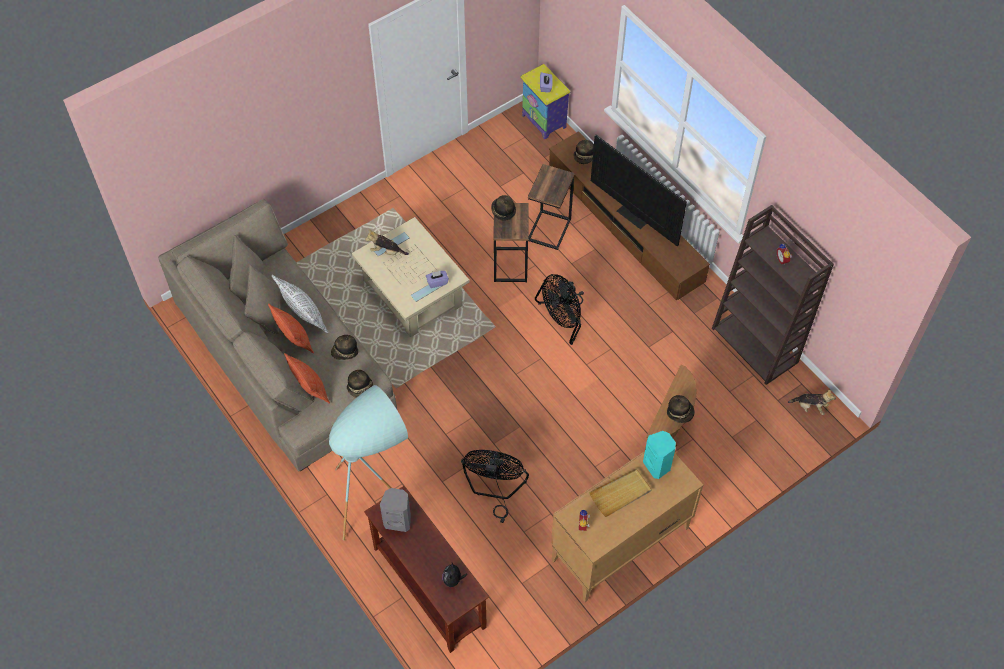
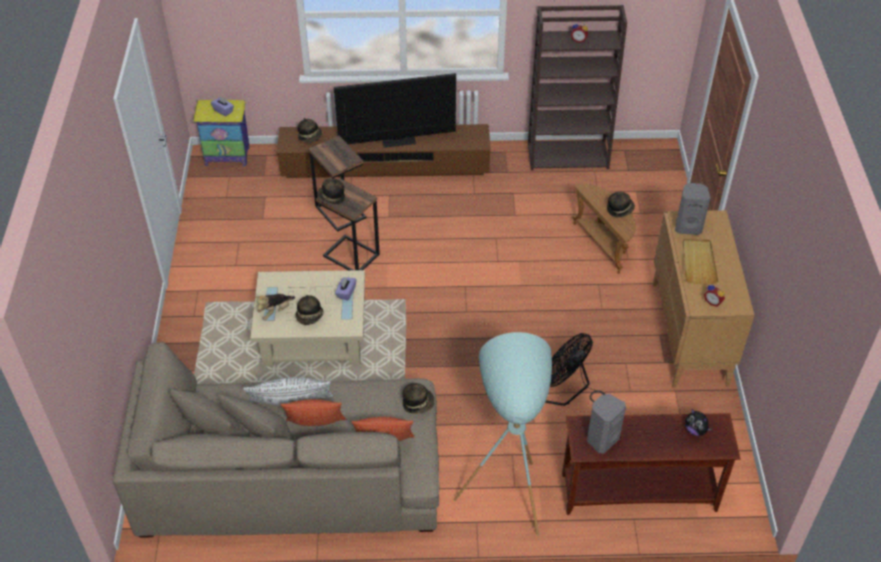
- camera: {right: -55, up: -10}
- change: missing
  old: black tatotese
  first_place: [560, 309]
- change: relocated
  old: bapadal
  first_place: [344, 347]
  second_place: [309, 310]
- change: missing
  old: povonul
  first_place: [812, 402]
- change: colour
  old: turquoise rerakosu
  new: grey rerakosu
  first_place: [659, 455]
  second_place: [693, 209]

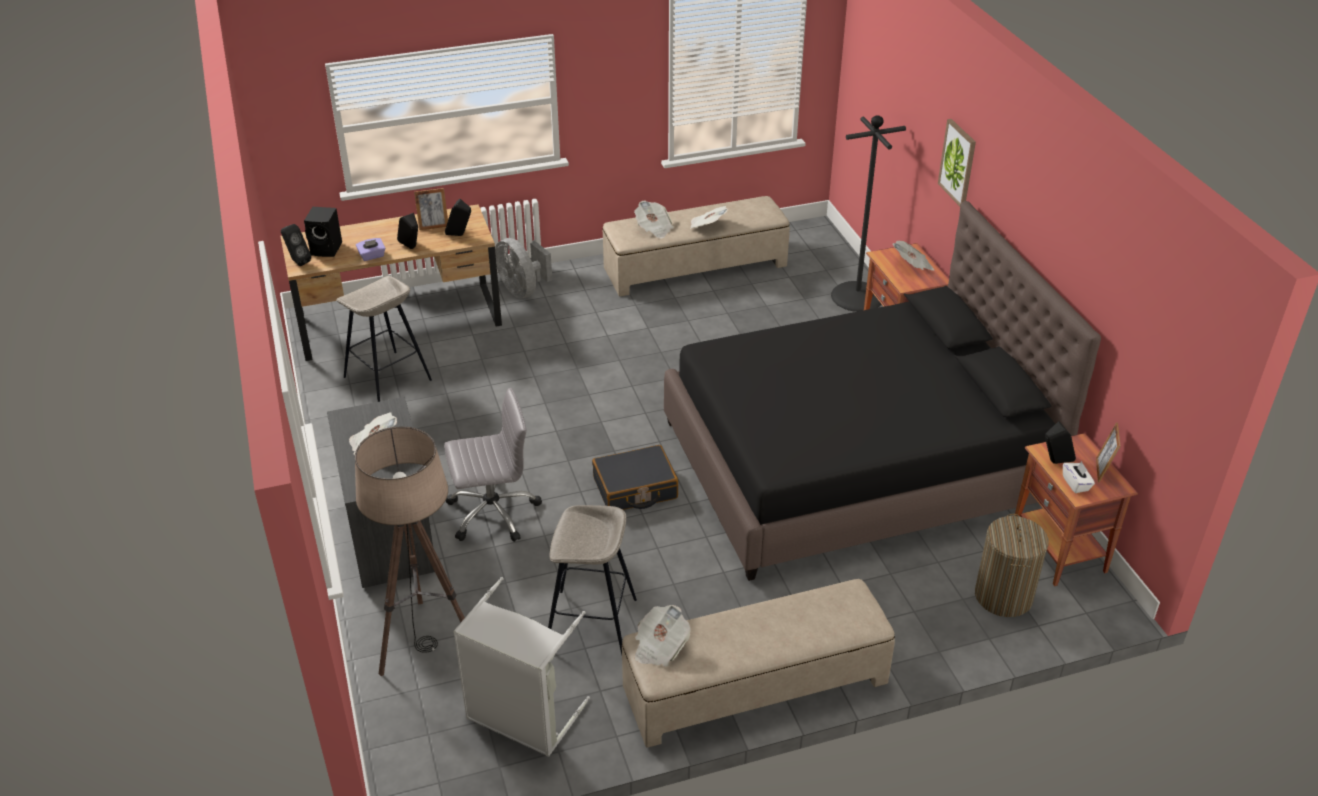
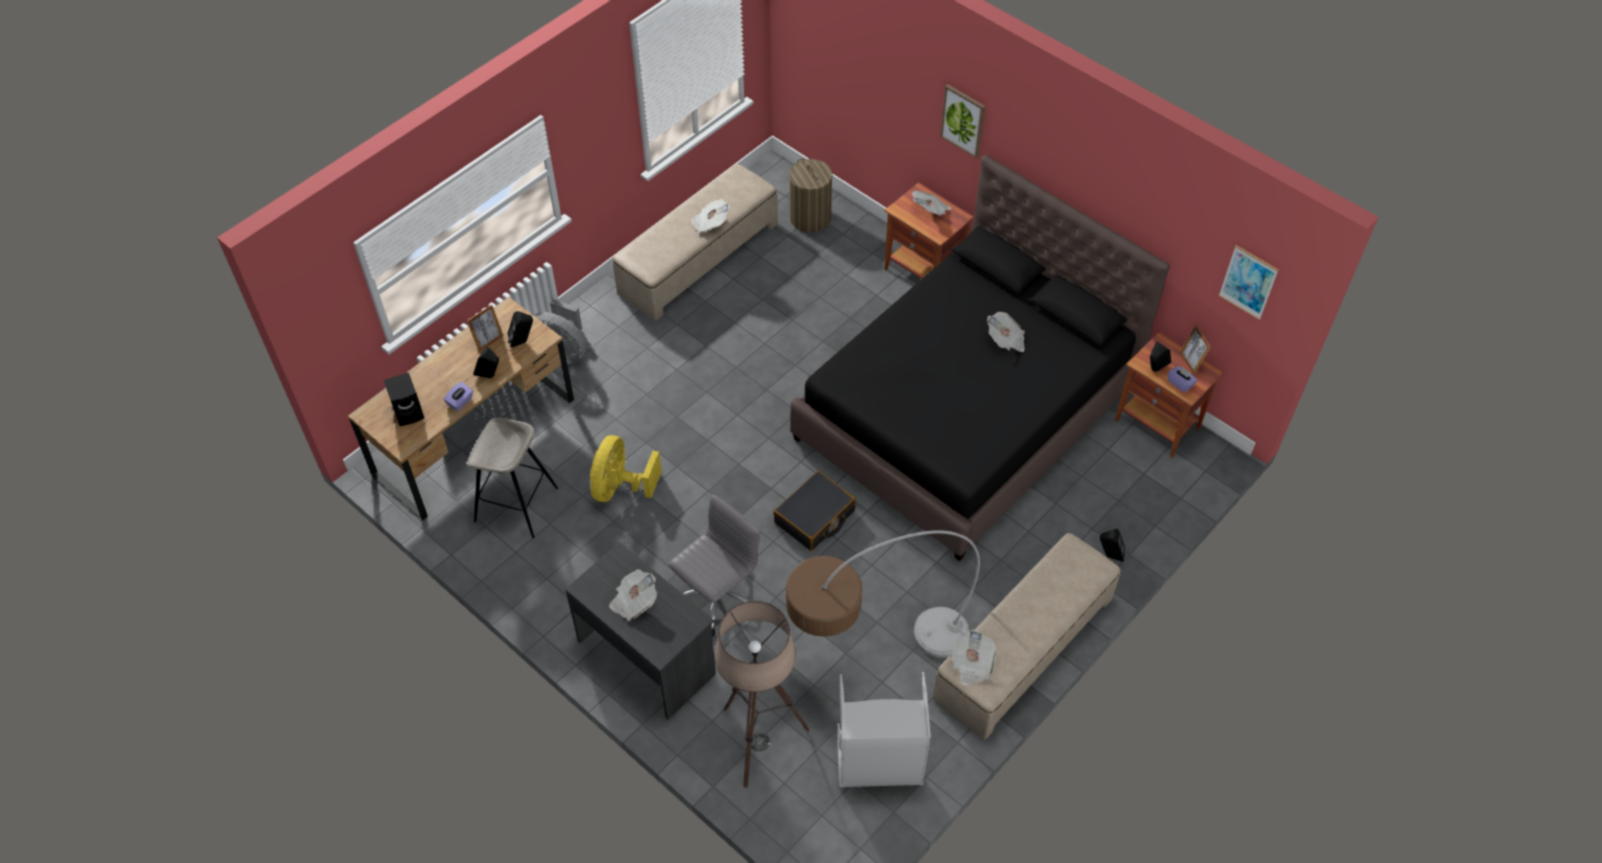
- camera: {right: -30, up: 15}
- change: missing
  old: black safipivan
  first_place: [868, 214]
- change: relocated
  old: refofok
  first_place: [654, 220]
  second_place: [1006, 332]
- change: relocated
  old: black rerakosu
  first_place: [296, 245]
  second_place: [1113, 545]
- change: colour
  old: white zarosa
  new: purple zarosa
  first_place: [1079, 477]
  second_place: [1182, 379]
- change: exchanged
  old: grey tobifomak
  new: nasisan
  first_place: [592, 580]
  second_place: [883, 594]
- change: relocated
  old: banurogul
  first_place: [1012, 565]
  second_place: [810, 195]
- change: appeared
  new: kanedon
  second_place: [1249, 282]
- change: appeared
  new: yellow tatotese
  second_place: [626, 468]

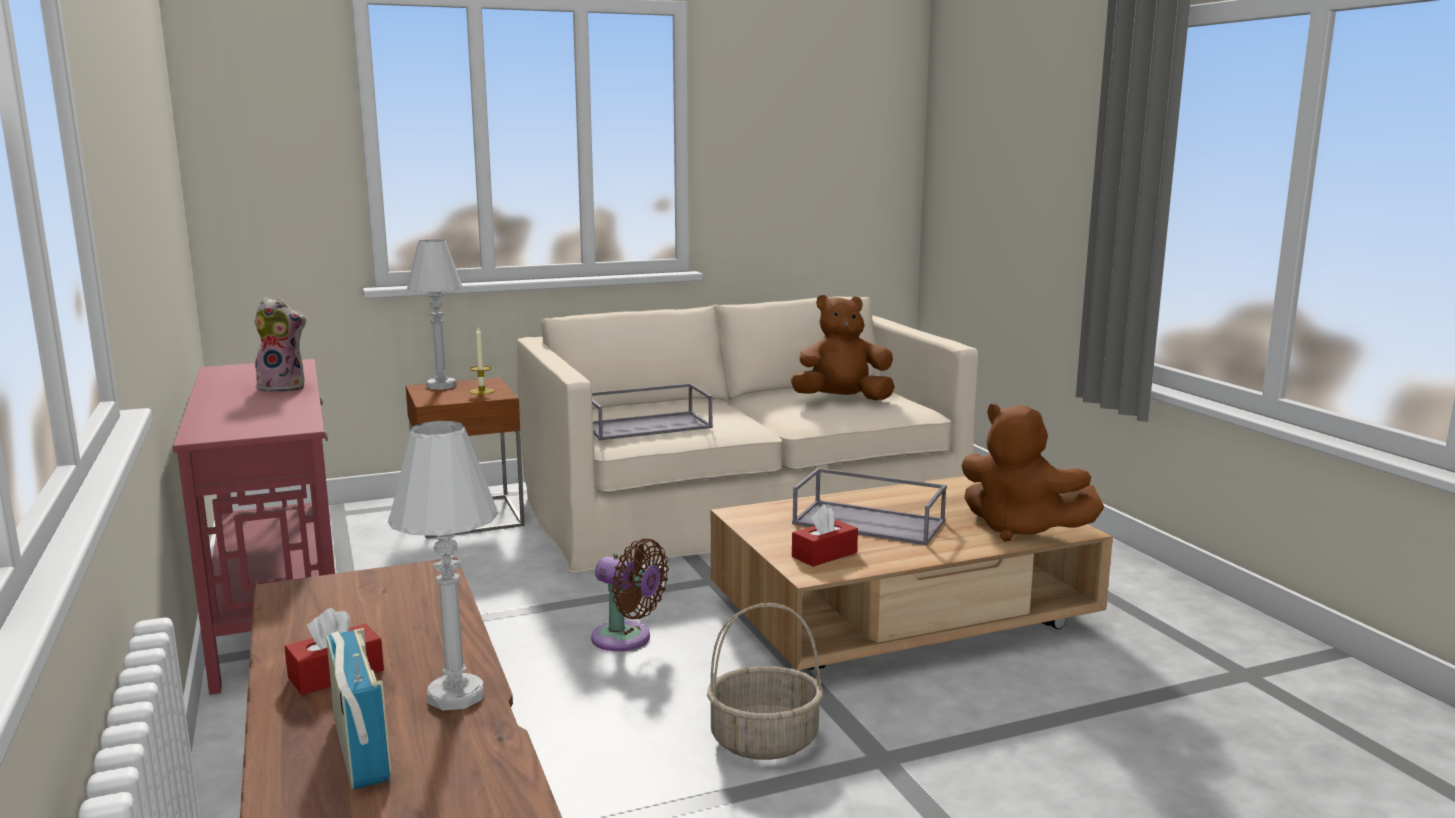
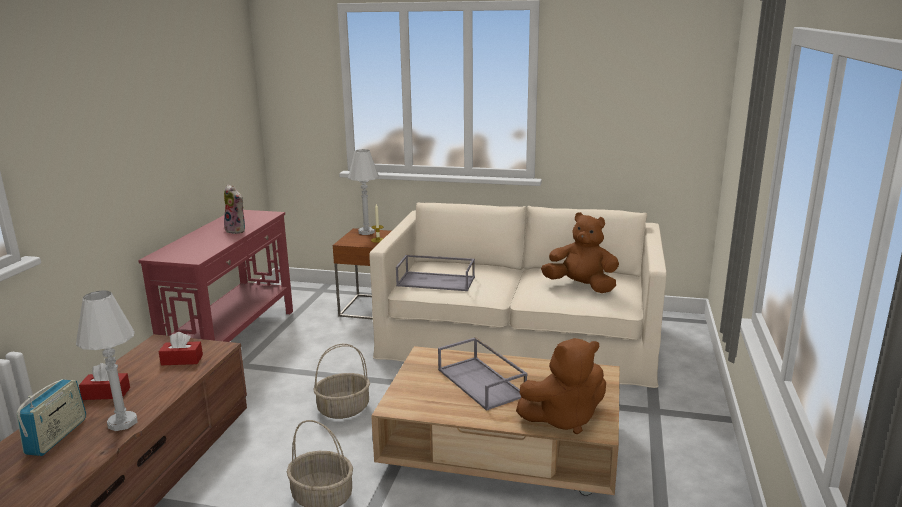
- camera: {right: 35, up: 5}
- change: spun
  old: brown povonul
  first_place: [1032, 473]
  second_place: [561, 386]
  degrees: -90
- change: relocated
  old: red zarosa
  first_place: [825, 536]
  second_place: [180, 348]
- change: exchanged
  old: brown tatotese
  new: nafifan
  first_place: [630, 594]
  second_place: [342, 381]

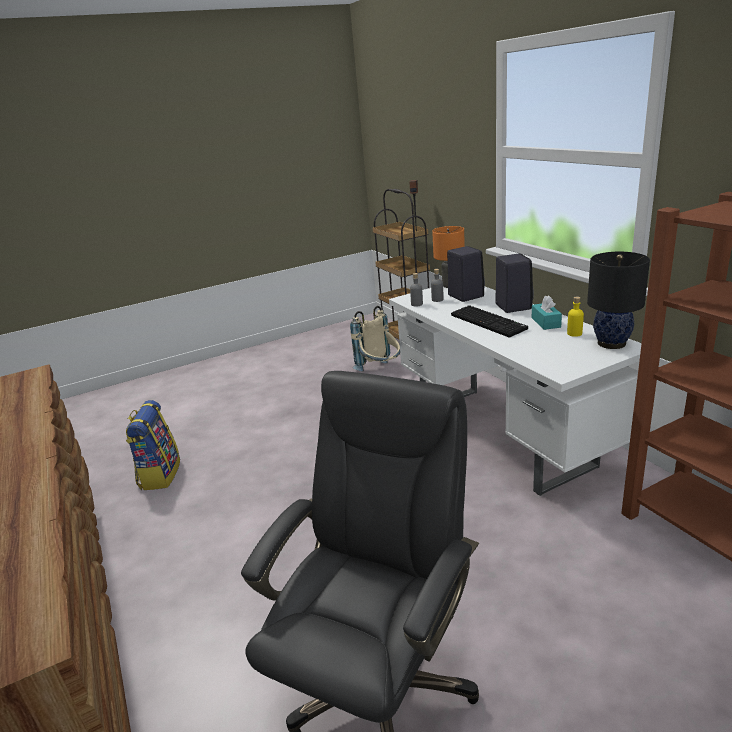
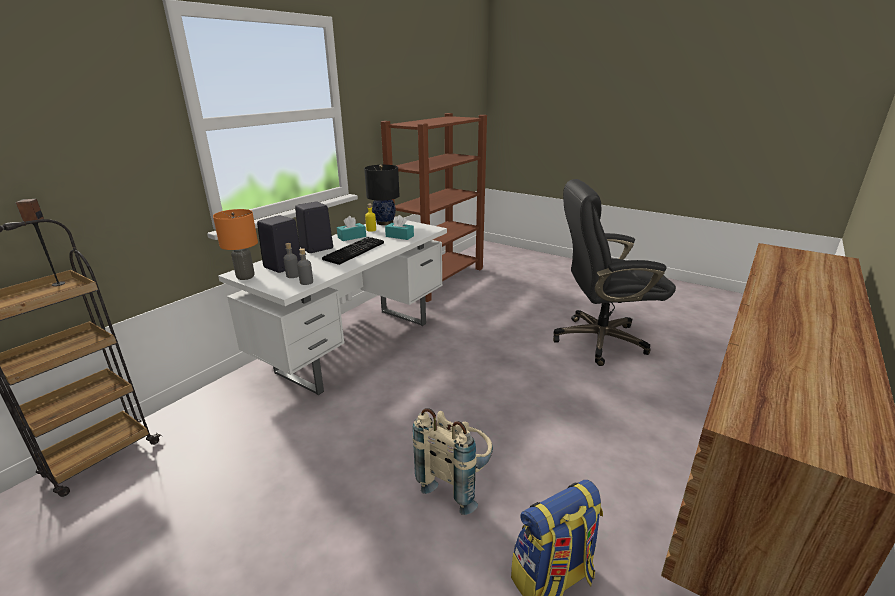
- camera: {right: -120, up: 0}
- change: relocated
  old: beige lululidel
  first_place: [375, 338]
  second_place: [453, 461]
- change: appeared
  new: turquoise zarosa
  second_place: [399, 227]

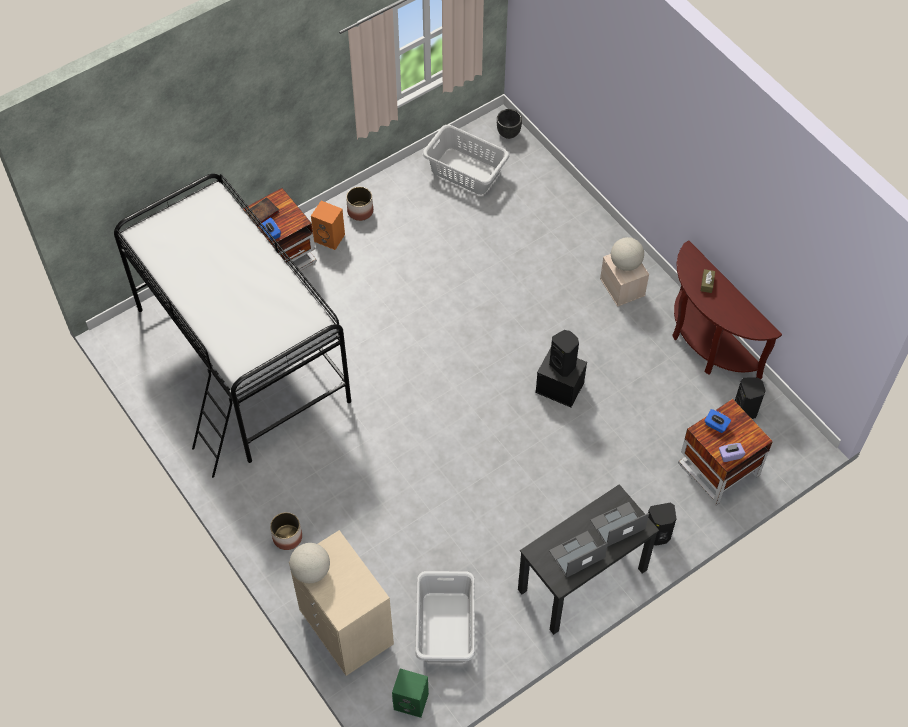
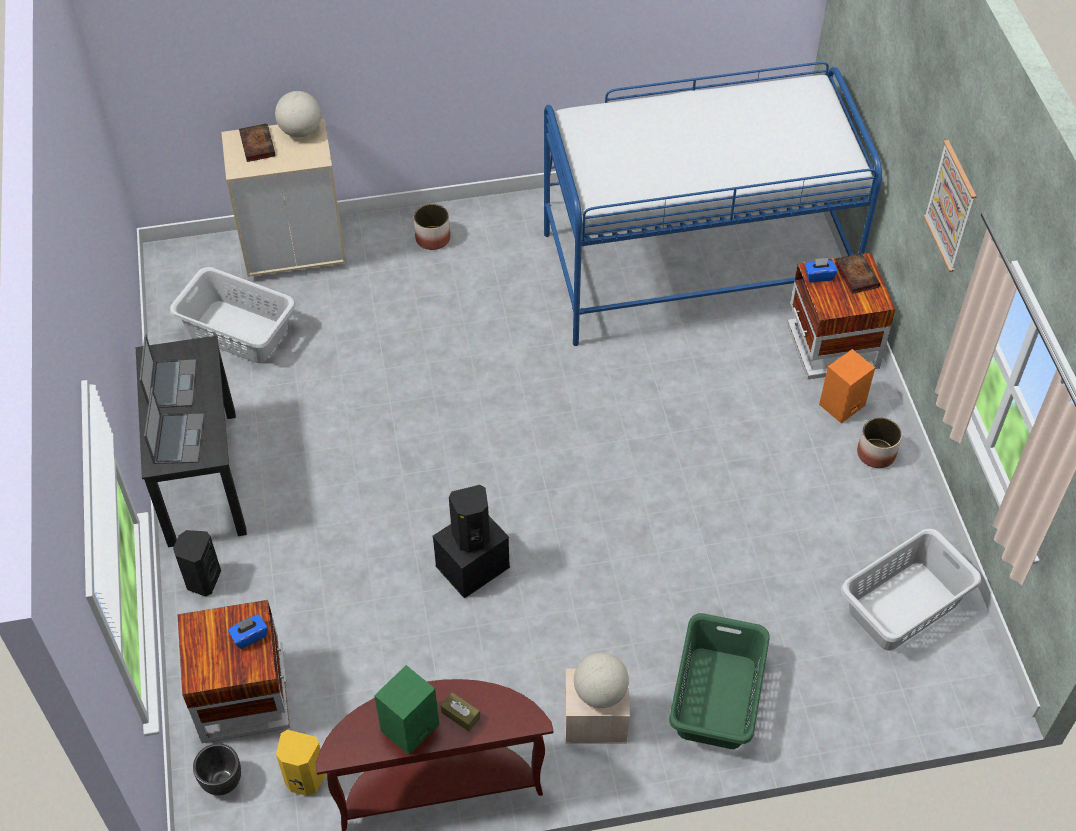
- camera: {right: 115, up: -5}
- change: relocated
  old: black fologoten
  first_place: [509, 124]
  second_place: [217, 769]
- change: colour
  old: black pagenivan
  new: blue pagenivan
  first_place: [232, 326]
  second_place: [713, 204]
- change: colour
  old: black rerakosu
  new: yellow rerakosu
  first_place: [750, 398]
  second_place: [301, 763]
- change: missing
  old: purple zarosa
  first_place: [732, 452]
- change: relocated
  old: green rerakosu
  first_place: [410, 693]
  second_place: [406, 710]
- change: appeared
  new: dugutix
  second_place: [257, 142]
- change: appeared
  new: kanedon
  second_place: [950, 206]
- change: appeared
  new: green banurogul
  second_place: [719, 681]

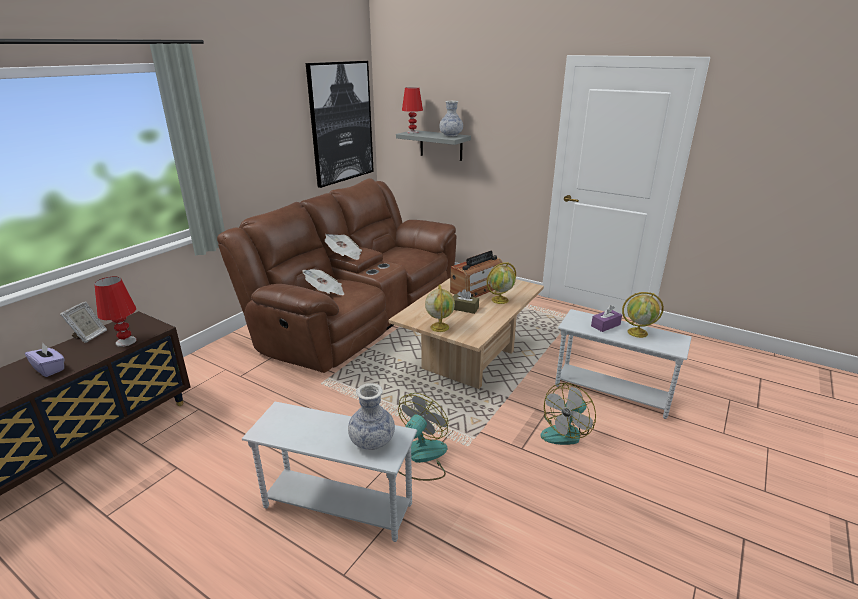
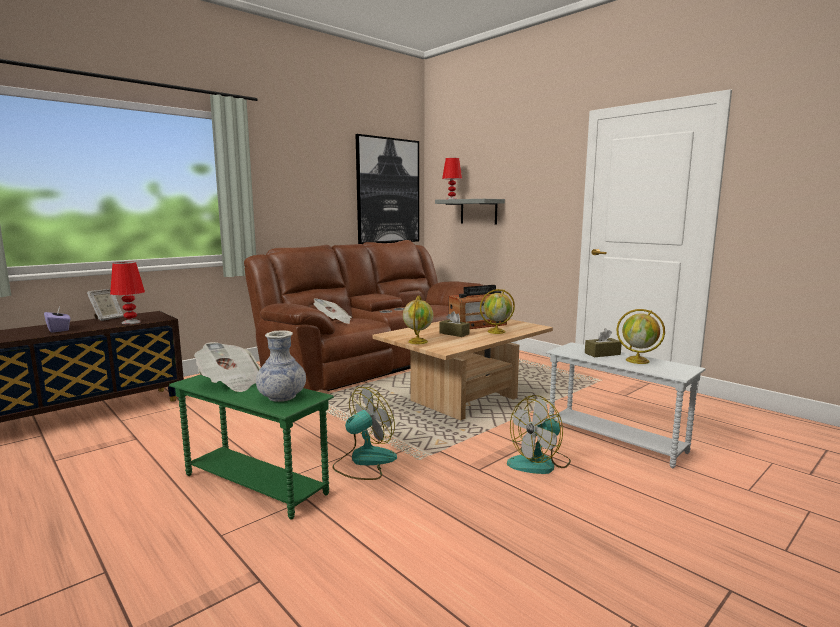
- camera: {right: 15, up: -15}
- change: missing
  old: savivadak
  first_place: [451, 119]
- change: relocated
  old: refofok
  first_place: [343, 247]
  second_place: [227, 367]
- change: colour
  old: purple zarosa
  new: brown zarosa
  first_place: [606, 318]
  second_place: [603, 342]
- change: colour
  old: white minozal
  new: green minozal
  first_place: [329, 472]
  second_place: [251, 447]

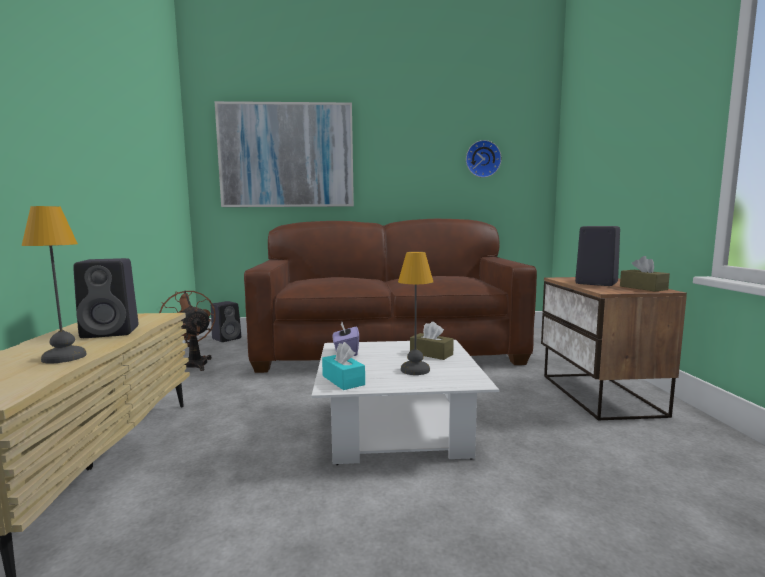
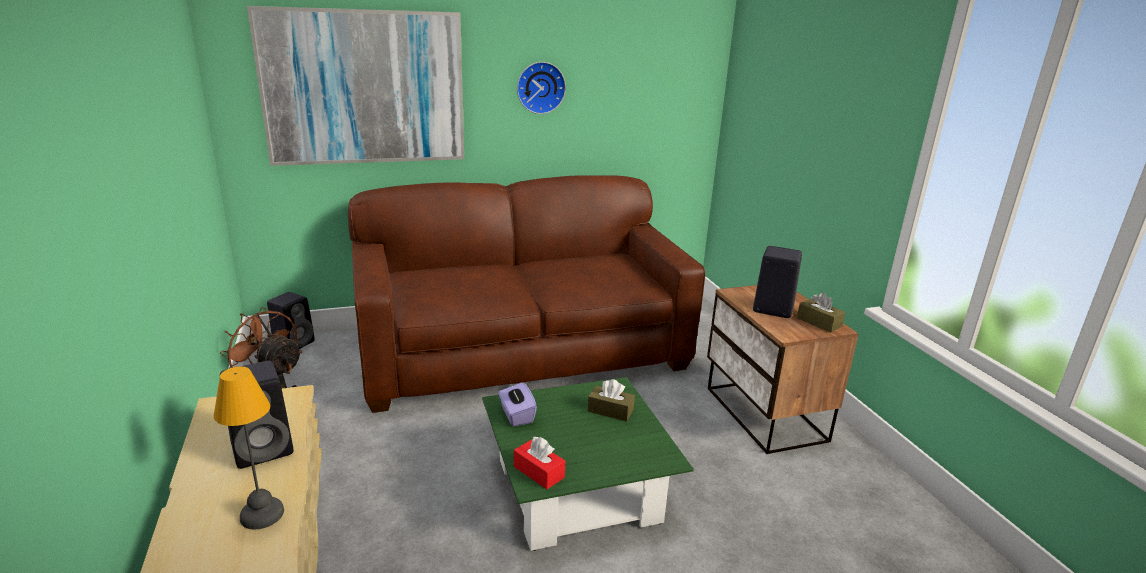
- camera: {right: -15, up: 15}
- change: relocated
  old: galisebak
  first_place: [484, 159]
  second_place: [541, 88]
- change: missing
  old: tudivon
  first_place: [415, 313]
- change: colour
  old: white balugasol
  new: green balugasol
  first_place: [405, 402]
  second_place: [588, 464]
- change: colour
  old: turquoise zarosa
  new: red zarosa
  first_place: [343, 366]
  second_place: [539, 463]

